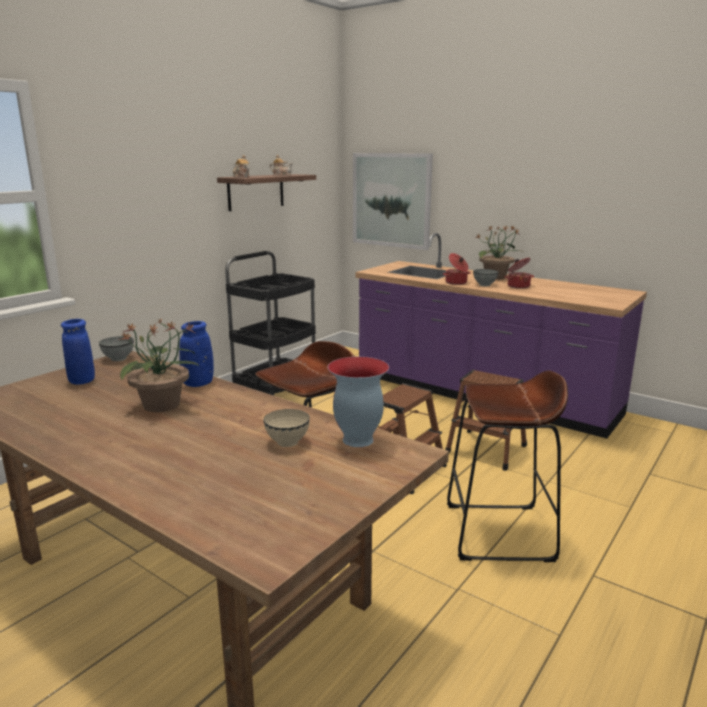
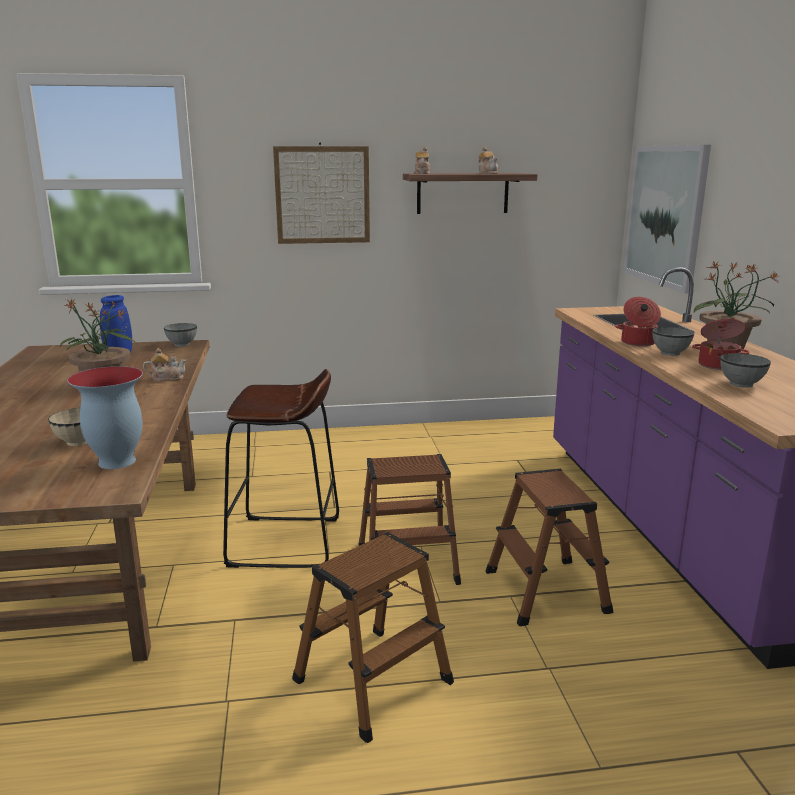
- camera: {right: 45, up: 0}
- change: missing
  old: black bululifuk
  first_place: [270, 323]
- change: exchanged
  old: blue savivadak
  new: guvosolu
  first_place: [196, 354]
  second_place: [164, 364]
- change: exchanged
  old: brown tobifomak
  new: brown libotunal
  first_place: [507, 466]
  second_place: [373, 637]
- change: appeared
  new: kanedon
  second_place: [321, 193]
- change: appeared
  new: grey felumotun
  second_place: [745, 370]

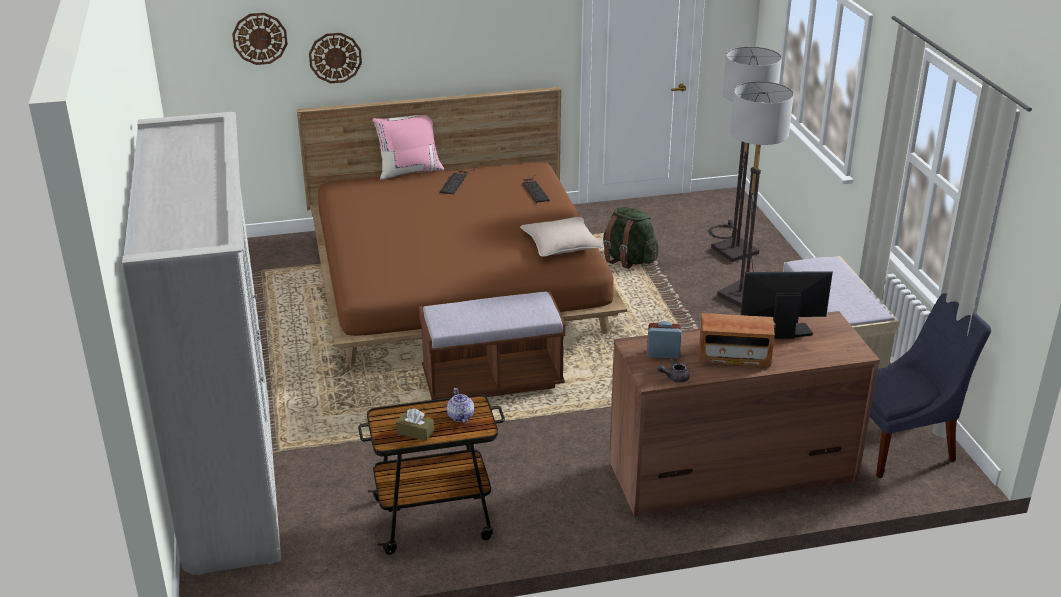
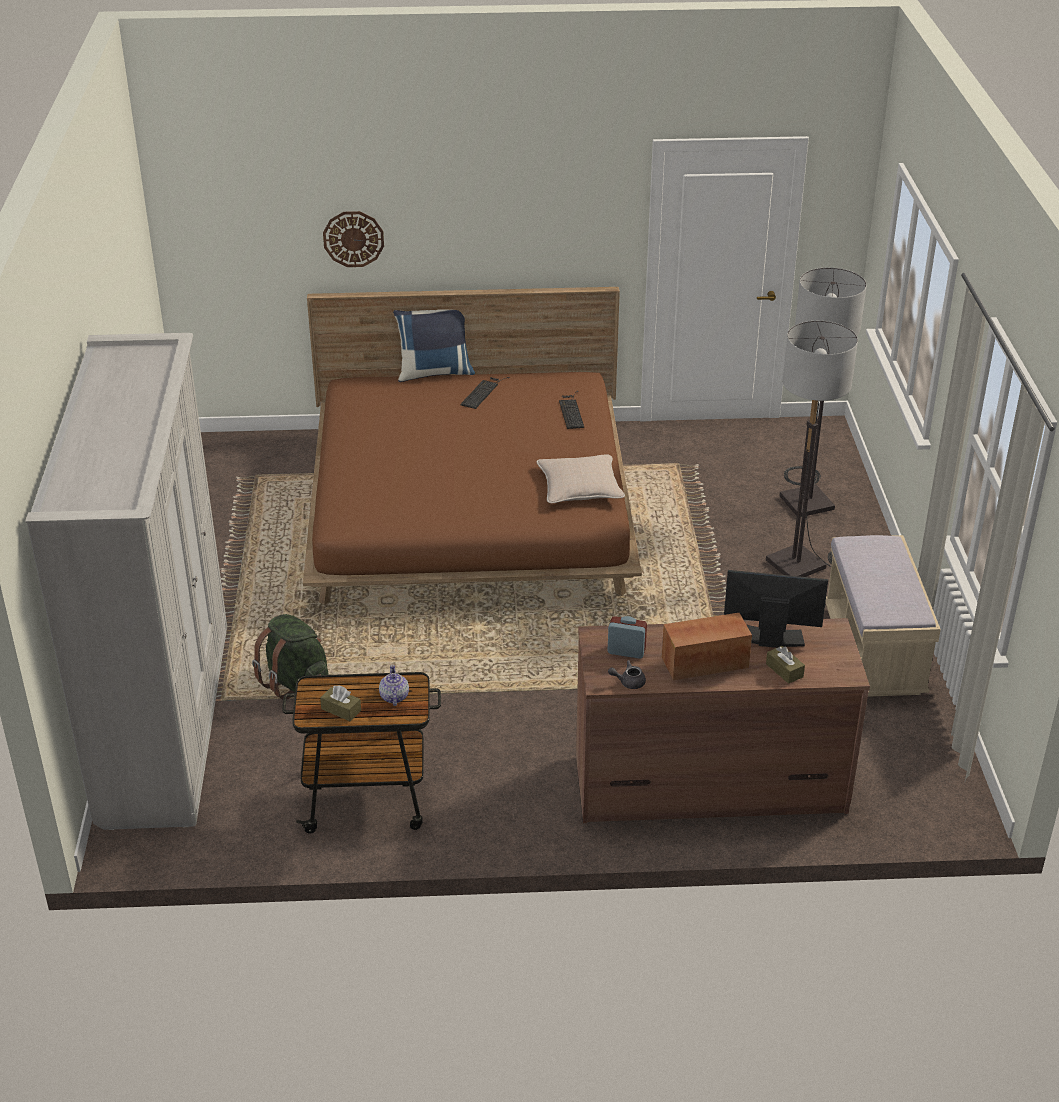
- camera: {right: 10, up: 5}
- change: missing
  old: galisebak
  first_place: [260, 39]
- change: colour
  old: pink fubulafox
  new: blue fubulafox
  first_place: [408, 147]
  second_place: [434, 345]
- change: relocated
  old: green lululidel
  first_place: [630, 238]
  second_place: [290, 657]
- change: missing
  old: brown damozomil
  first_place: [492, 345]
- change: missing
  old: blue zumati
  first_place: [930, 385]
- change: spun
  old: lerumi
  first_place: [737, 340]
  second_place: [707, 646]
  degrees: 150
- change: appeared
  new: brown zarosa
  second_place: [785, 665]

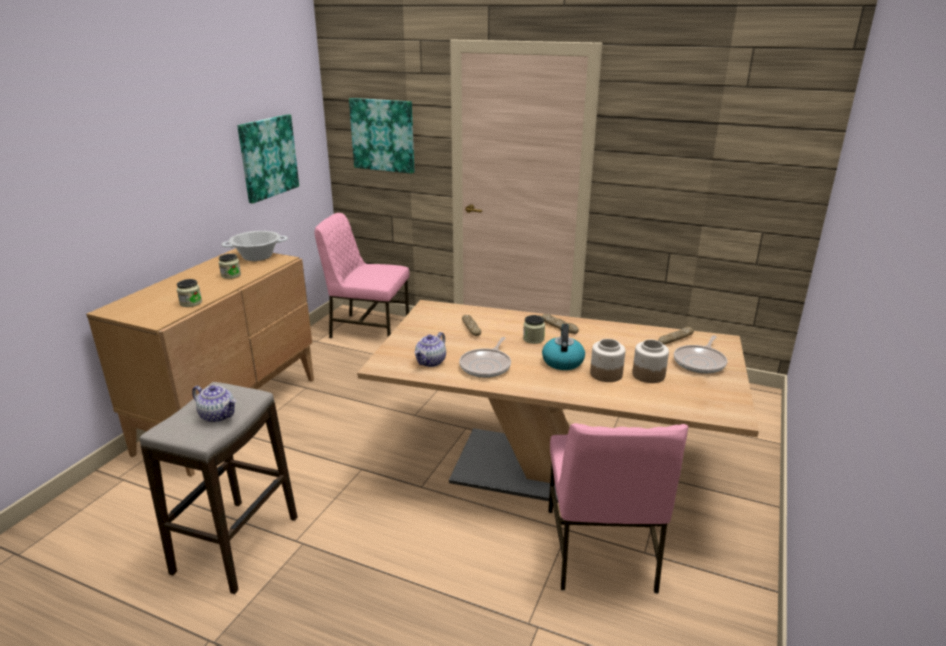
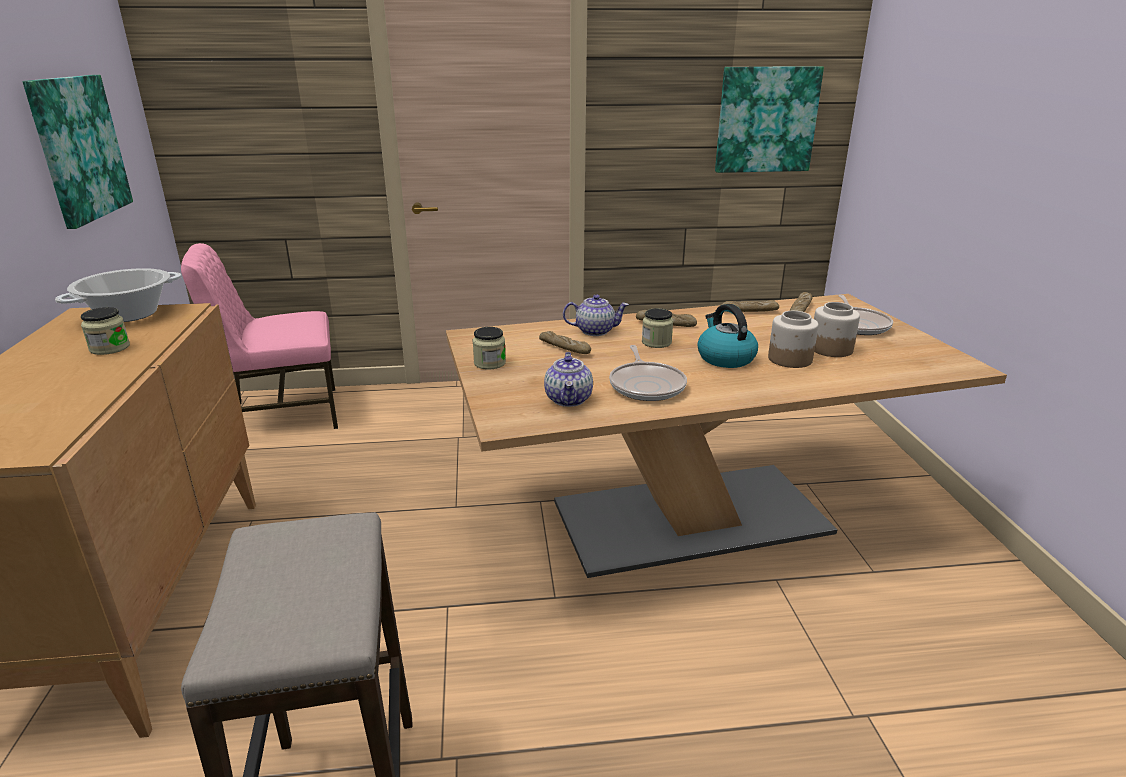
- camera: {right: -30, up: 0}
- change: relocated
  old: kanedon
  first_place: [382, 136]
  second_place: [769, 119]
- change: relocated
  old: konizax
  first_place: [189, 293]
  second_place: [489, 348]
- change: relocated
  old: guvosolu
  first_place: [214, 404]
  second_place: [596, 315]
- change: missing
  old: pink zumati
  first_place: [618, 508]
- change: appeared
  new: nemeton
  second_place: [750, 306]

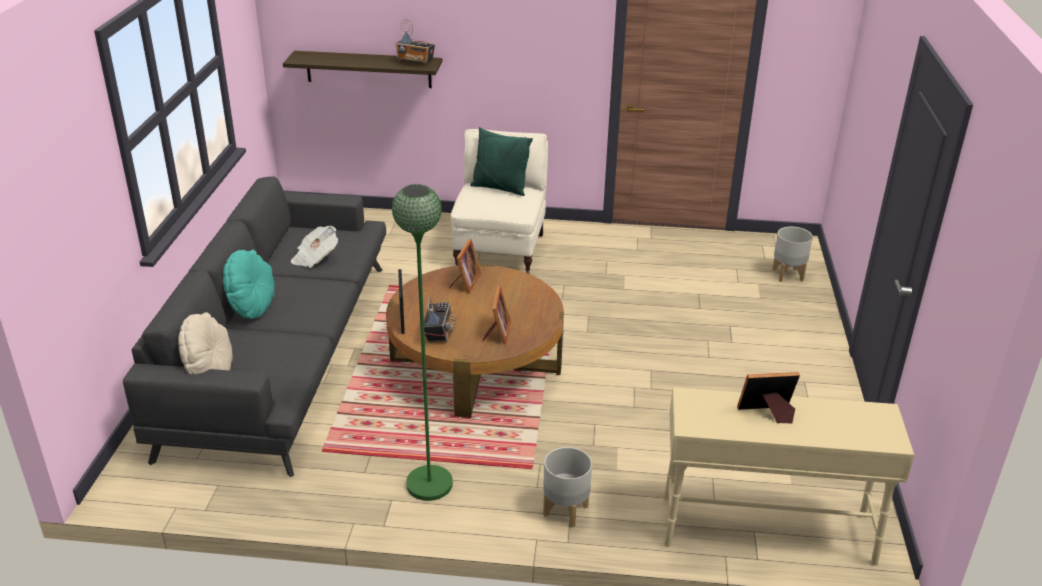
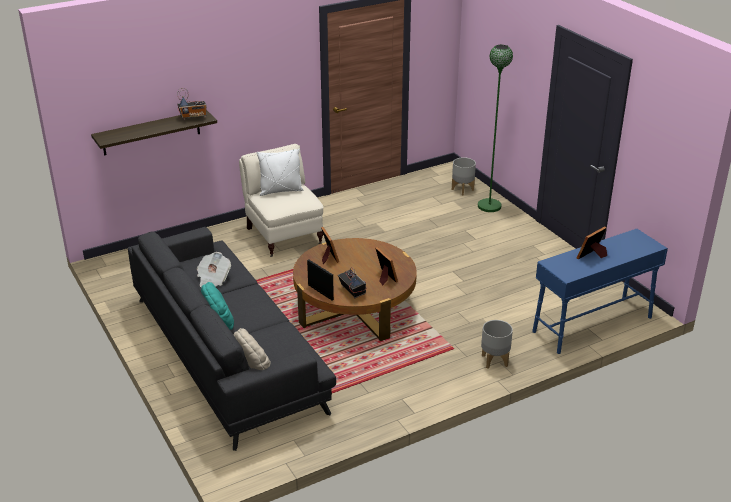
- camera: {right: -35, up: 0}
- change: colour
  old: green fubulafox
  new: white fubulafox
  first_place: [501, 161]
  second_place: [280, 172]
- change: relocated
  old: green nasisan
  first_place: [422, 342]
  second_place: [495, 128]
- change: colour
  old: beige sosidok
  new: blue sosidok
  first_place: [789, 476]
  second_place: [600, 291]

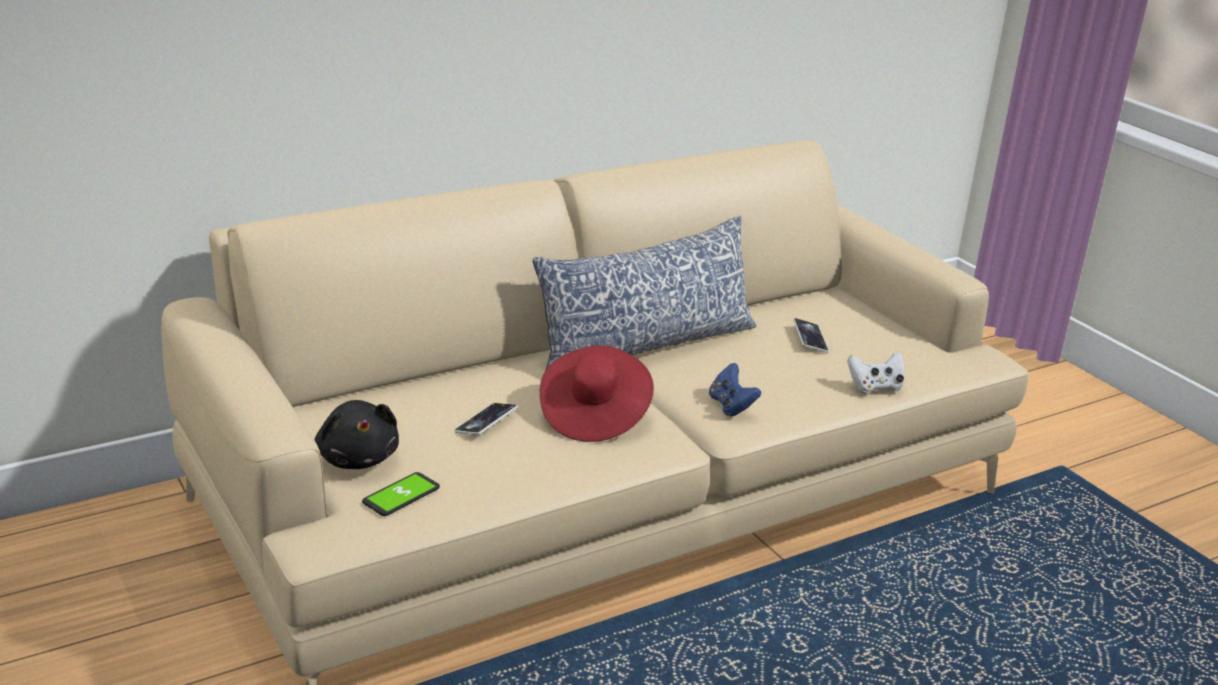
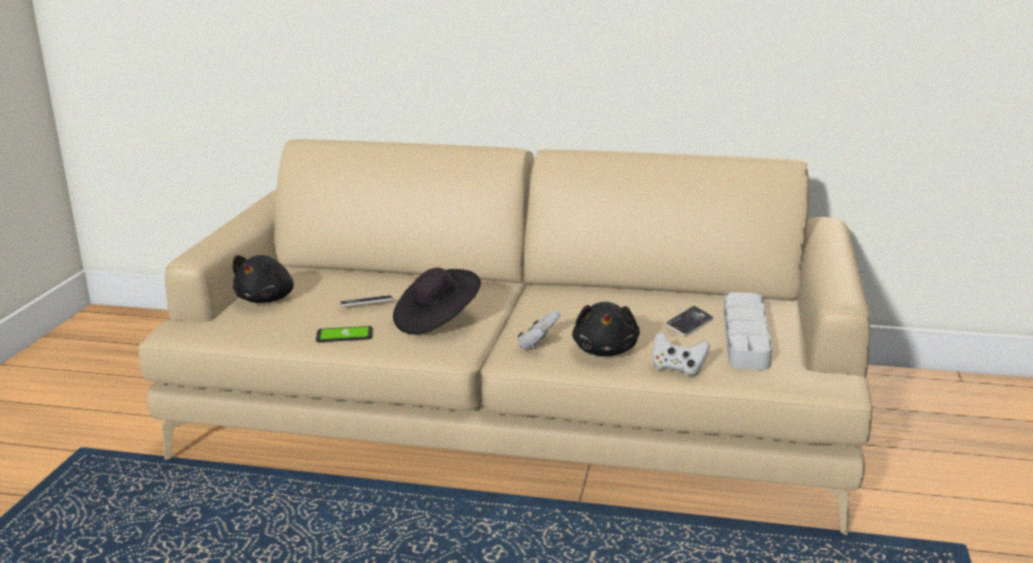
- camera: {right: 45, up: -5}
- change: missing
  old: fubulafox
  first_place: [644, 293]
- change: colour
  old: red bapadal
  new: black bapadal
  first_place: [597, 393]
  second_place: [437, 301]
- change: colour
  old: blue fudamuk
  new: white fudamuk
  first_place: [735, 389]
  second_place: [539, 330]
- change: relocated
  old: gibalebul
  first_place: [401, 494]
  second_place: [344, 334]
- change: appeared
  new: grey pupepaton
  second_place: [748, 331]
- change: appeared
  new: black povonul
  second_place: [606, 329]

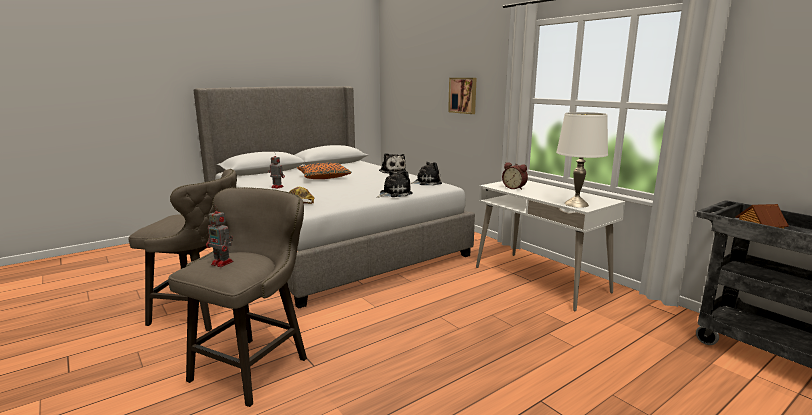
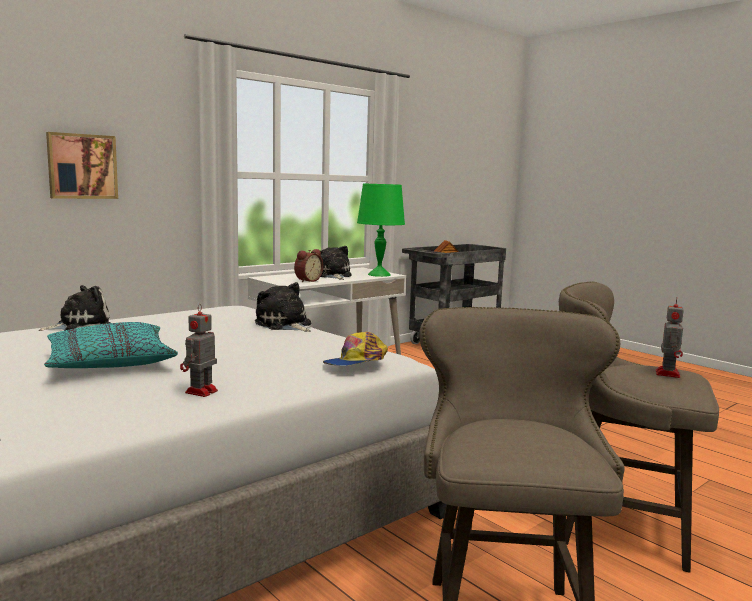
- camera: {right: -95, up: -5}
- change: colour
  old: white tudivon
  new: green tudivon
  first_place: [582, 160]
  second_place: [381, 230]
- change: relocated
  old: povonul
  first_place: [426, 174]
  second_place: [335, 263]
- change: colour
  old: orange fubulafox
  new: turquoise fubulafox
  first_place: [324, 171]
  second_place: [111, 345]

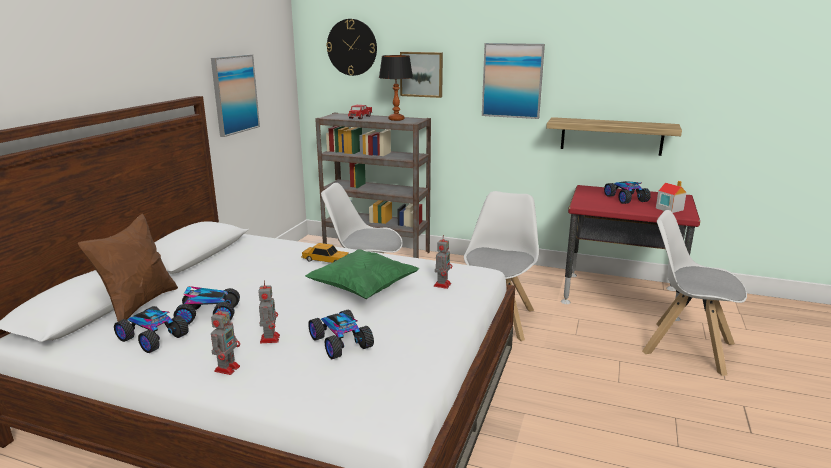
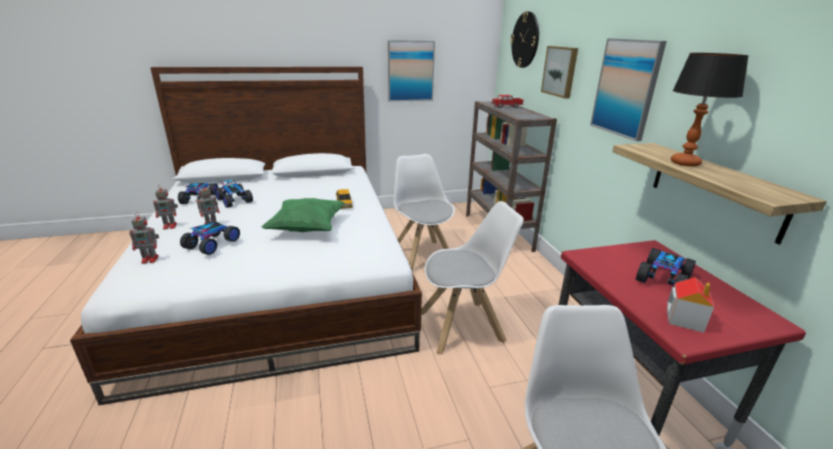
- camera: {right: 55, up: 5}
- change: relocated
  old: tudivon
  first_place: [396, 88]
  second_place: [710, 110]
- change: missing
  old: brown fubulafox
  first_place: [128, 268]
- change: relocated
  old: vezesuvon
  first_place: [443, 262]
  second_place: [144, 238]

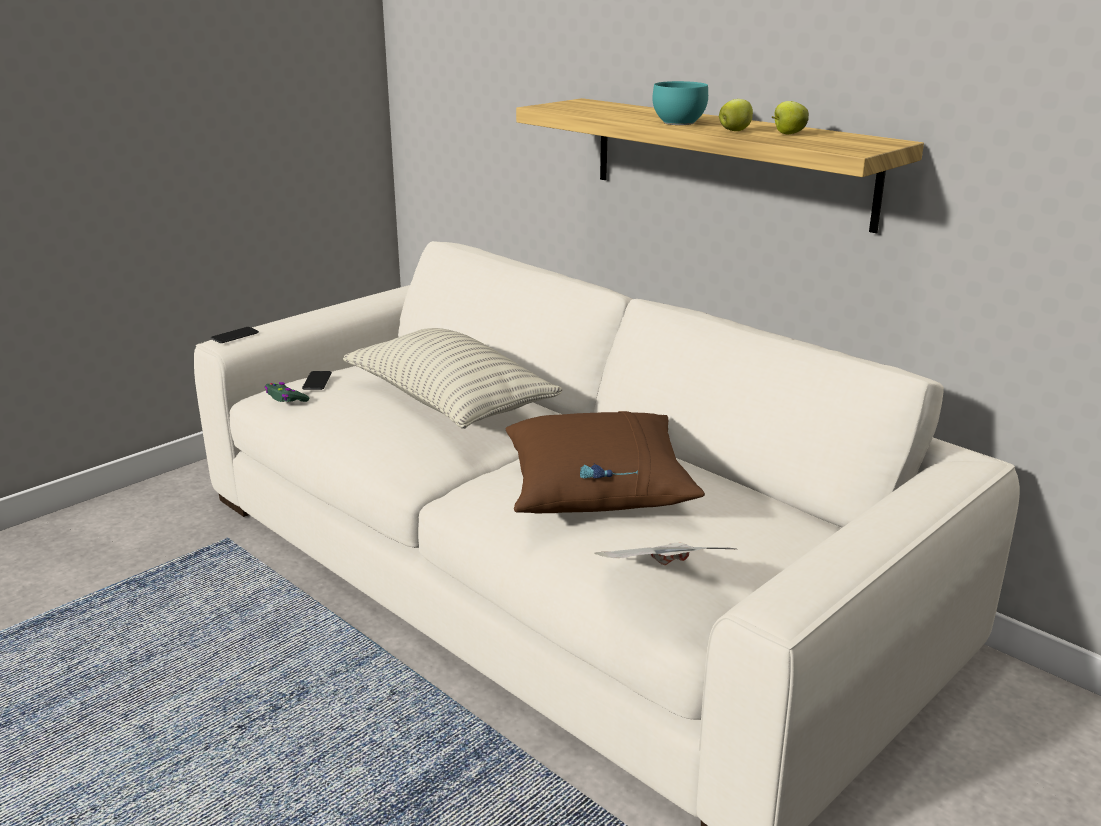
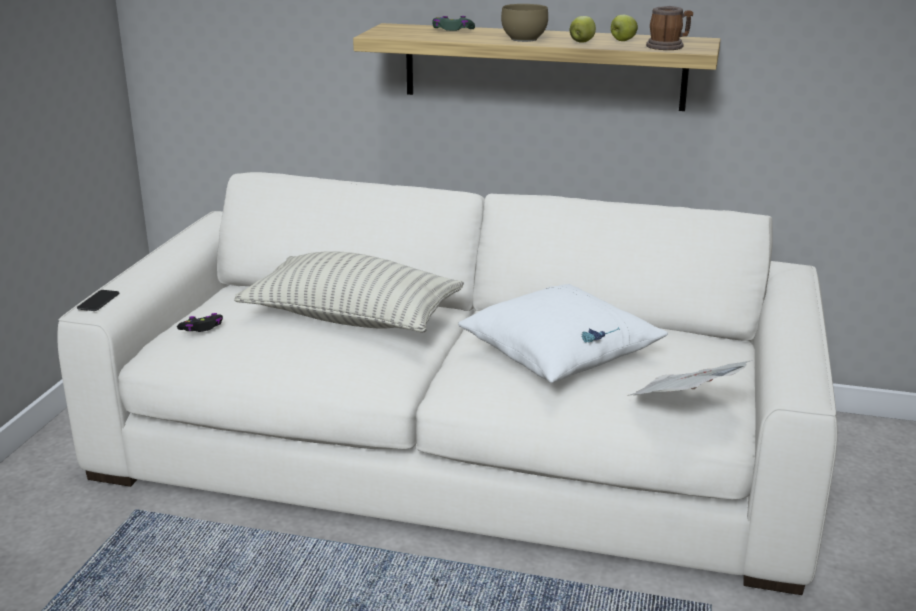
- camera: {right: -30, up: 0}
- change: colour
  old: turquoise felumotun
  new: brown felumotun
  first_place: [680, 103]
  second_place: [524, 23]
- change: exchanged
  old: gibalebul
  new: black fudamuk
  first_place: [317, 380]
  second_place: [200, 322]
- change: relocated
  old: green fudamuk
  first_place: [287, 392]
  second_place: [453, 23]
- change: colour
  old: brown fubulafox
  new: white fubulafox
  first_place: [605, 462]
  second_place: [563, 333]
- change: appeared
  new: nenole
  second_place: [669, 28]

